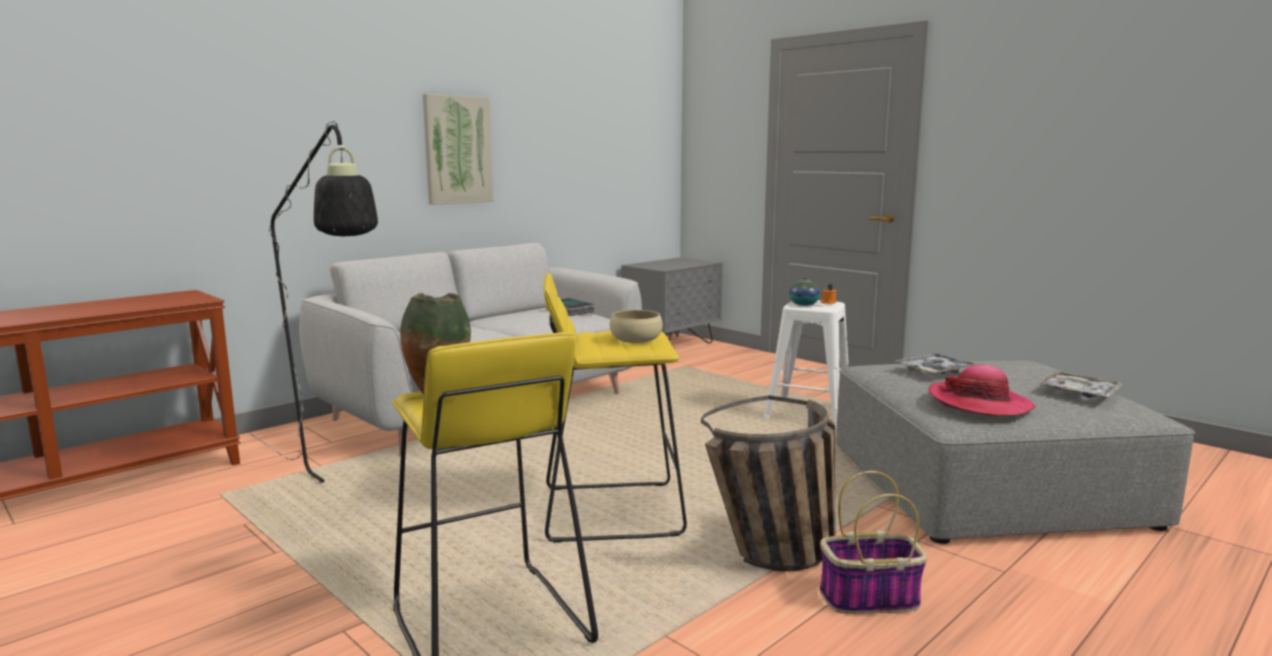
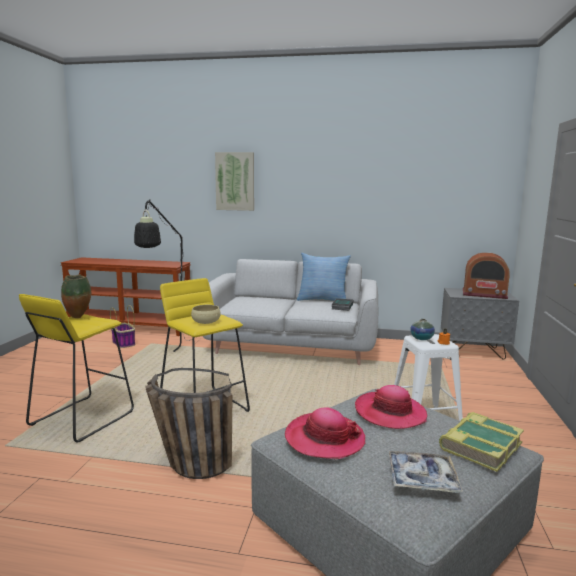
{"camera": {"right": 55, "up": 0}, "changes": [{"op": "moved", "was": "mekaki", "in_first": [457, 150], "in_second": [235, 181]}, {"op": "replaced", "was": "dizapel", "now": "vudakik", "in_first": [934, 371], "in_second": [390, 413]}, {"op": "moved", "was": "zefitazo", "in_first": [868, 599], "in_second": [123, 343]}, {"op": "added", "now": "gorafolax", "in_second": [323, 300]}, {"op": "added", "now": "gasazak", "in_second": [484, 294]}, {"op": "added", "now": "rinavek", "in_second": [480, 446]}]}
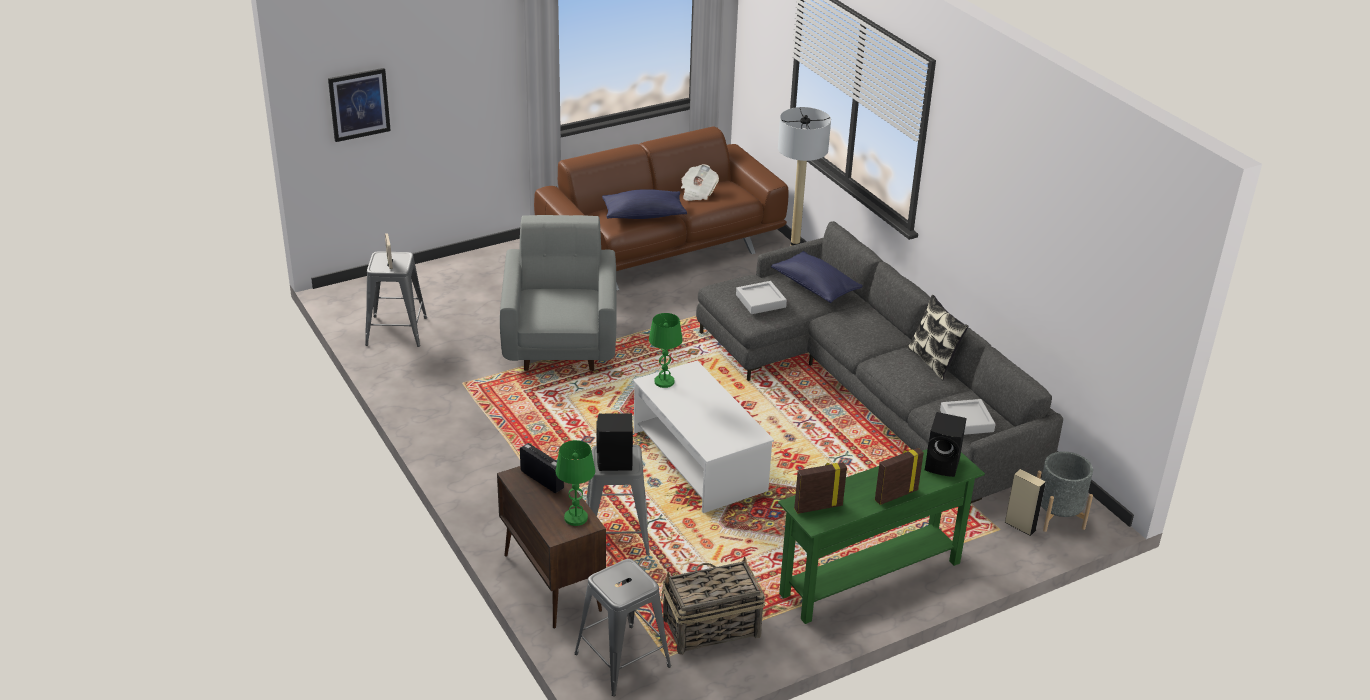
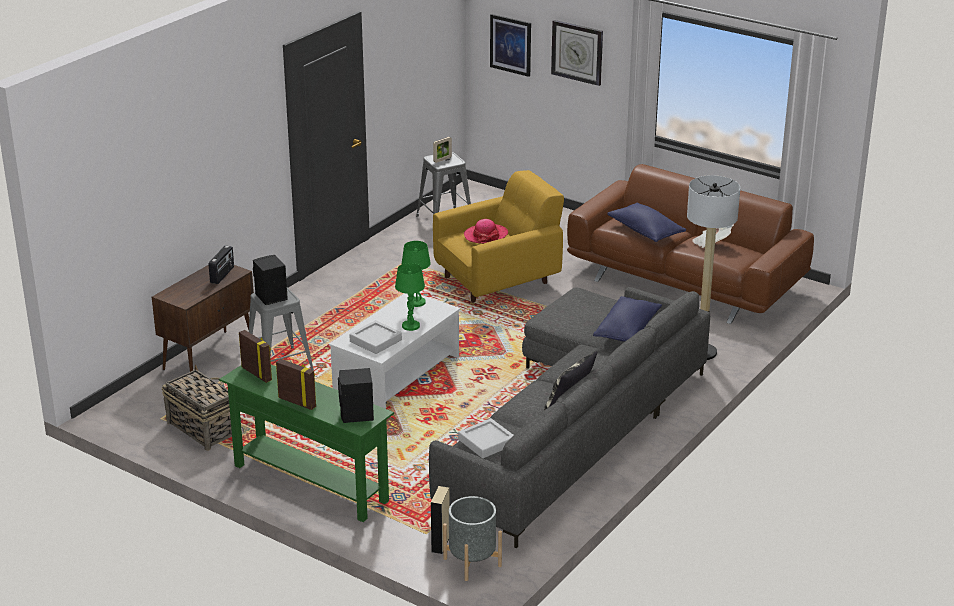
{"camera": {"right": 65, "up": -5}, "changes": [{"op": "recoloured", "was": "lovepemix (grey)", "now": "lovepemix (yellow)", "in_first": [561, 340], "in_second": [499, 279]}, {"op": "moved", "was": "dizapel (grey)", "in_first": [760, 301], "in_second": [375, 341]}, {"op": "moved", "was": "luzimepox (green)", "in_first": [575, 518], "in_second": [410, 326]}, {"op": "removed", "was": "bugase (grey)", "in_first": [622, 660]}, {"op": "added", "now": "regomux", "in_second": [577, 52]}, {"op": "added", "now": "vudakik", "in_second": [486, 235]}]}
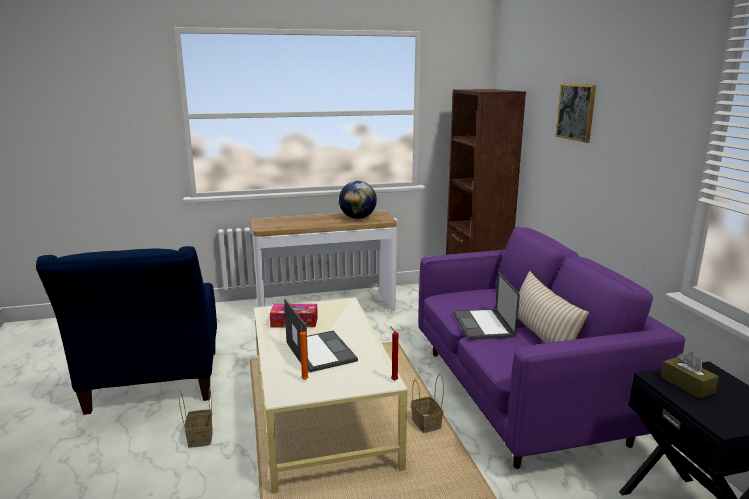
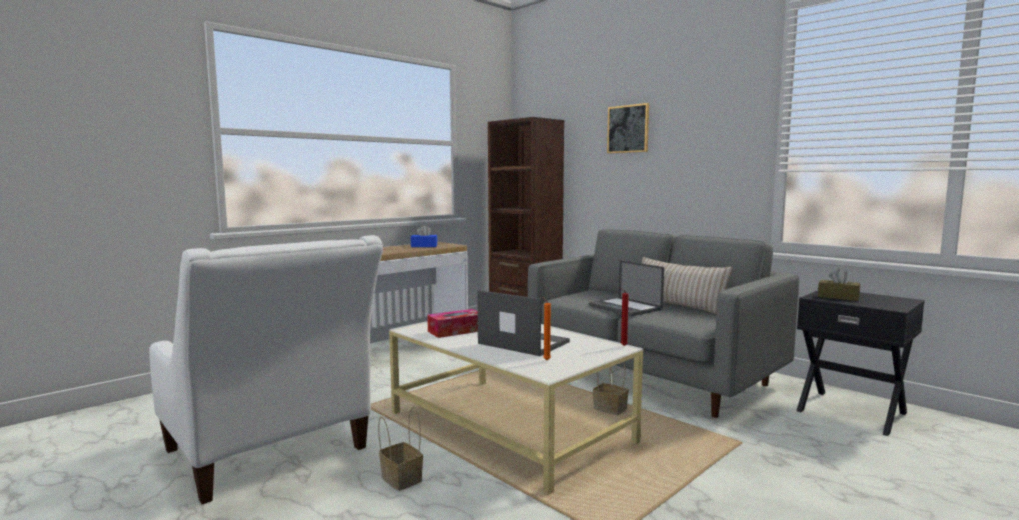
{"camera": {"right": -30, "up": -10}, "changes": [{"op": "replaced", "was": "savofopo", "now": "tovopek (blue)", "in_first": [357, 218], "in_second": [424, 246]}, {"op": "recoloured", "was": "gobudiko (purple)", "now": "gobudiko (grey)", "in_first": [518, 394], "in_second": [651, 374]}, {"op": "recoloured", "was": "lovepemix (blue)", "now": "lovepemix (white)", "in_first": [153, 386], "in_second": [271, 454]}]}
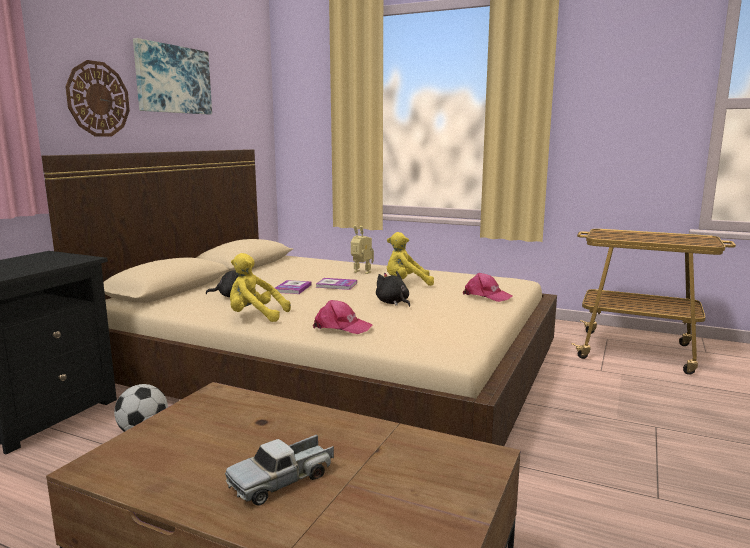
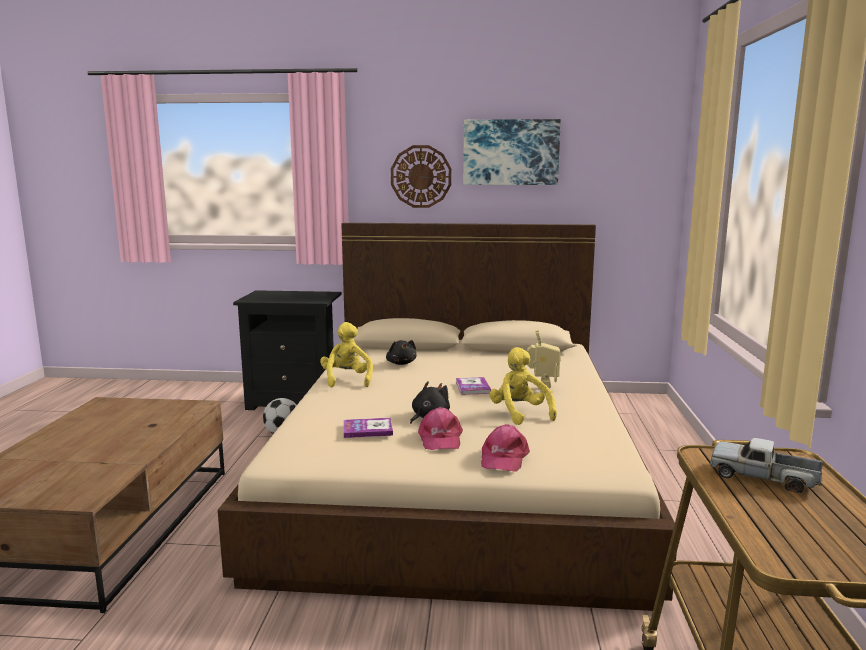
{"camera": {"right": 70, "up": 0}, "changes": [{"op": "moved", "was": "rinavek", "in_first": [292, 288], "in_second": [367, 429]}, {"op": "moved", "was": "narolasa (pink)", "in_first": [341, 327], "in_second": [440, 438]}, {"op": "moved", "was": "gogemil", "in_first": [282, 480], "in_second": [763, 477]}]}
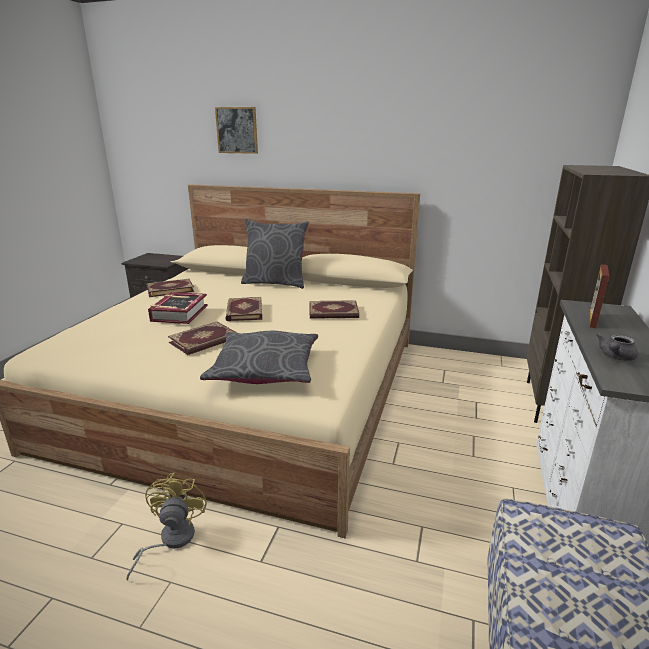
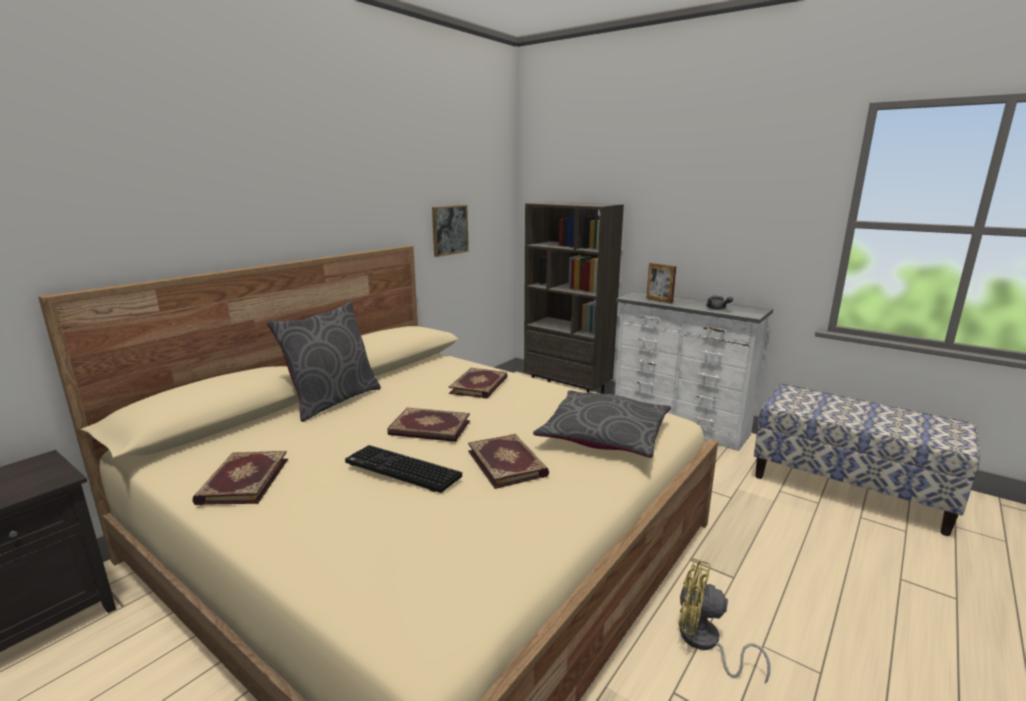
{"camera": {"right": -70, "up": -5}, "changes": [{"op": "moved", "was": "mekaki", "in_first": [237, 130], "in_second": [449, 230]}, {"op": "replaced", "was": "rinavek", "now": "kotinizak", "in_first": [179, 313], "in_second": [400, 470]}]}
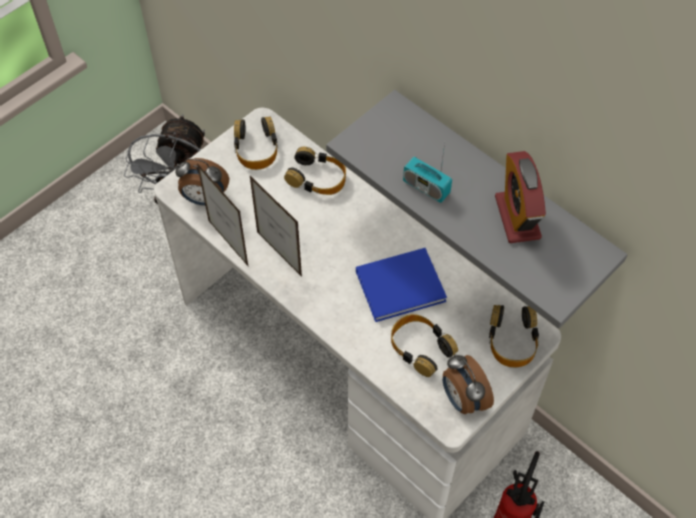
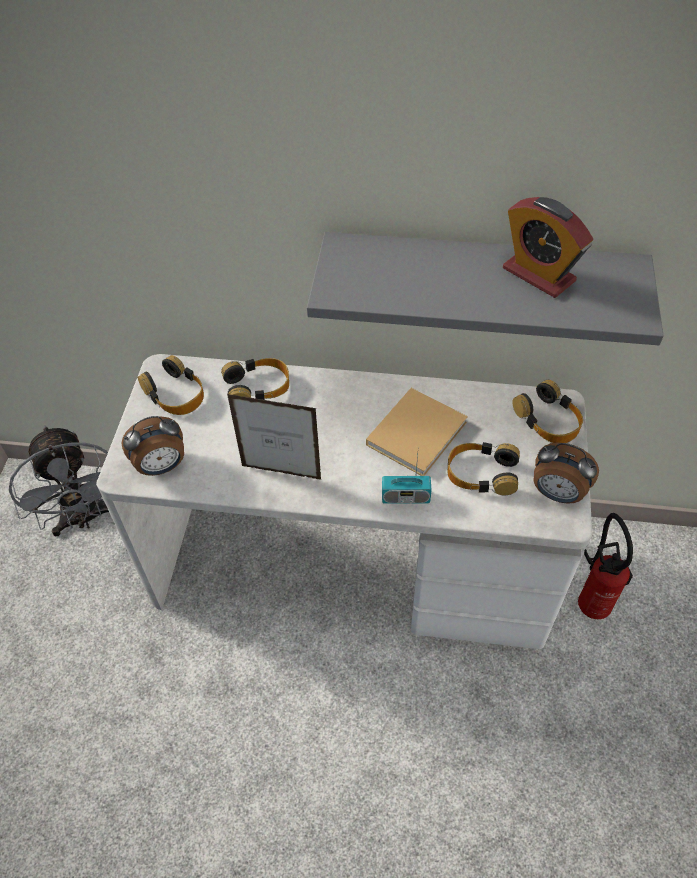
{"camera": {"right": -35, "up": -5}, "changes": [{"op": "moved", "was": "gasazak", "in_first": [426, 187], "in_second": [405, 497]}, {"op": "removed", "was": "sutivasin", "in_first": [228, 243]}, {"op": "recoloured", "was": "rinavek (blue)", "now": "rinavek (beige)", "in_first": [403, 285], "in_second": [418, 431]}]}
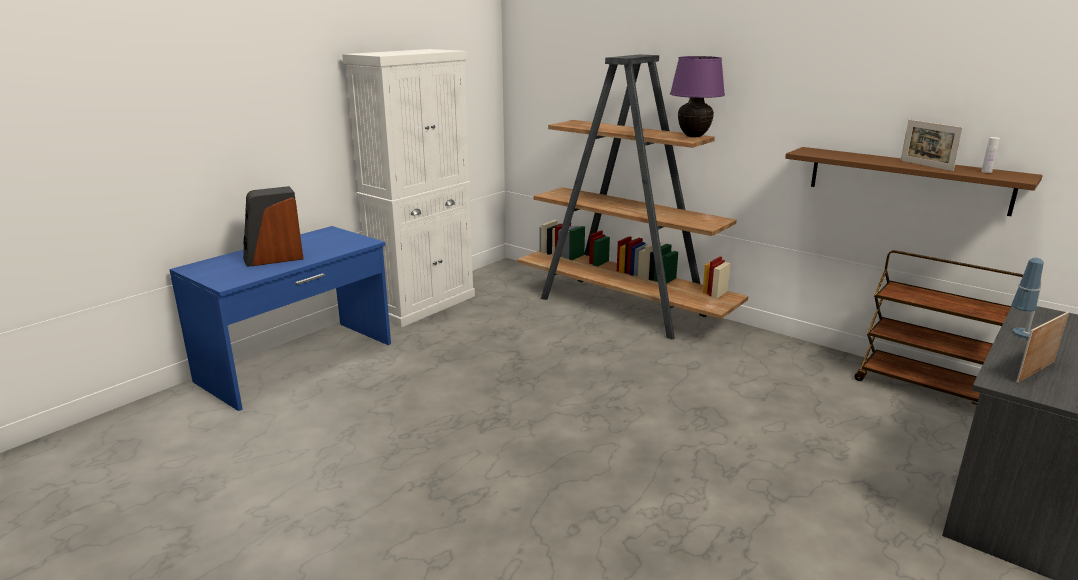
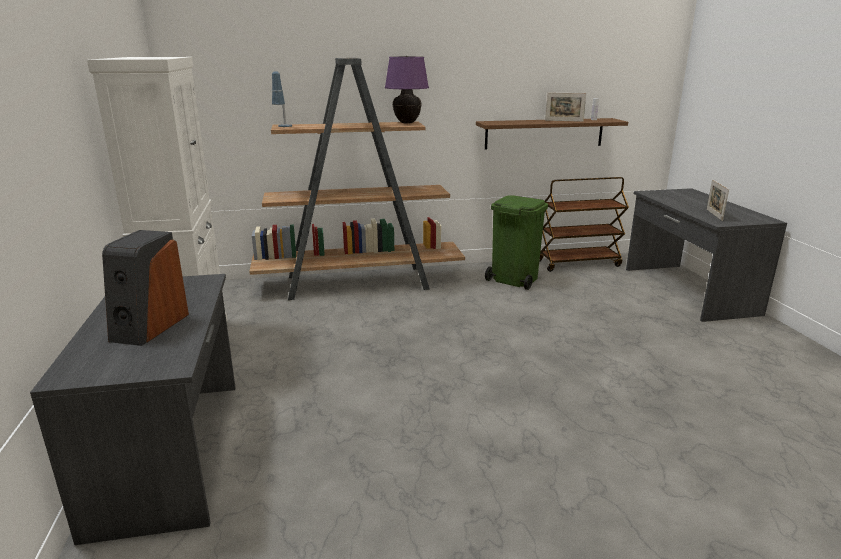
{"camera": {"right": -50, "up": 0}, "changes": [{"op": "recoloured", "was": "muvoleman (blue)", "now": "muvoleman (grey)", "in_first": [298, 362], "in_second": [172, 451]}, {"op": "moved", "was": "luzimepox", "in_first": [1020, 339], "in_second": [283, 127]}, {"op": "added", "now": "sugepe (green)", "in_second": [513, 279]}]}
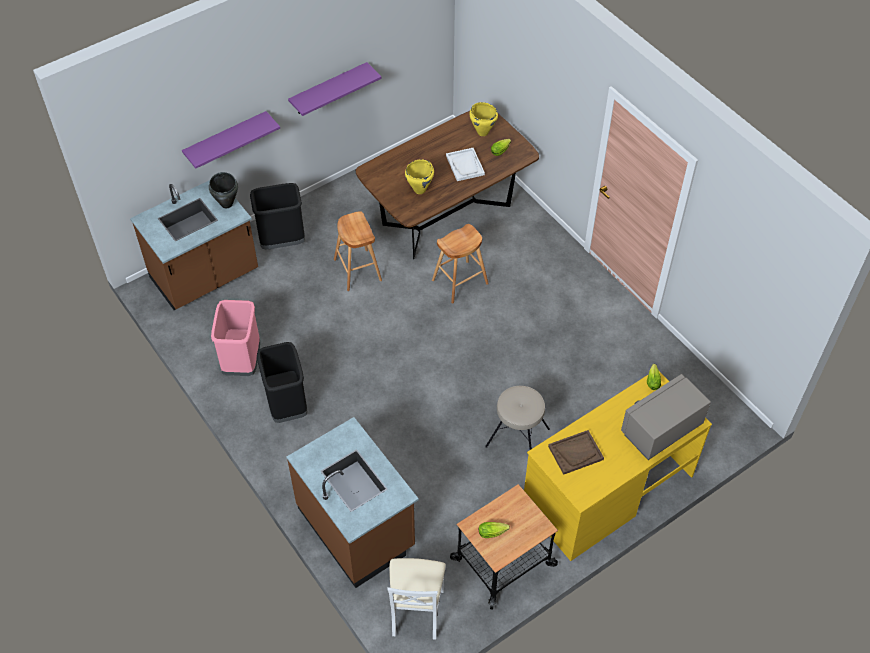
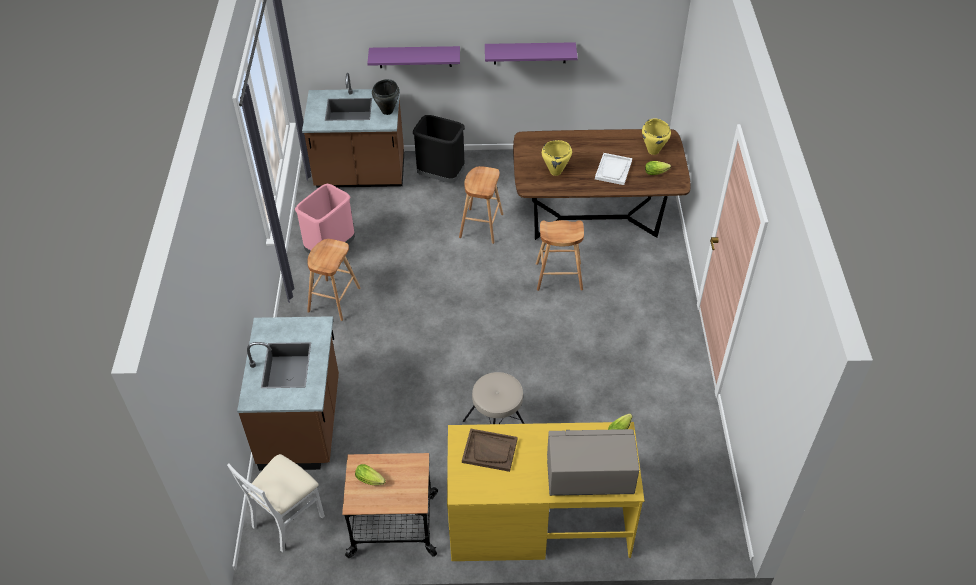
{"camera": {"right": 35, "up": -5}, "changes": [{"op": "replaced", "was": "sugepe (black)", "now": "bugase (brown)", "in_first": [286, 406], "in_second": [334, 300]}]}
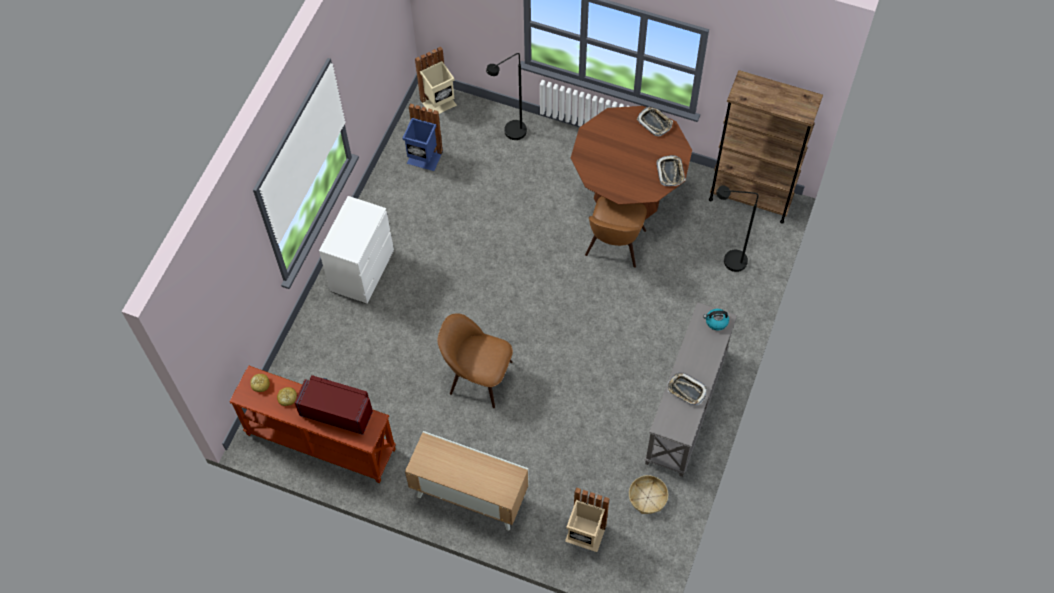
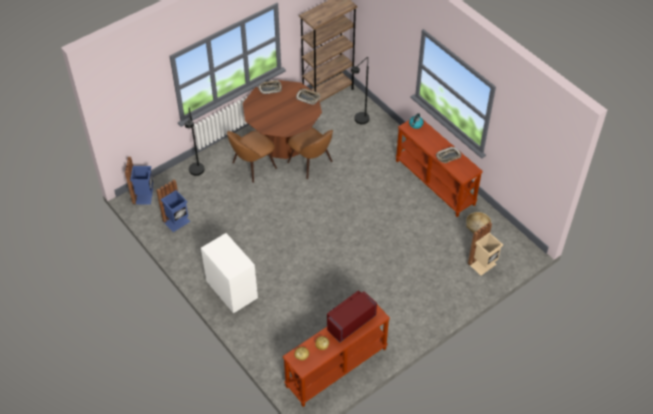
{"camera": {"right": -60, "up": -10}, "changes": [{"op": "recoloured", "was": "sugepe (beige)", "now": "sugepe (blue)", "in_first": [439, 103], "in_second": [144, 196]}, {"op": "recoloured", "was": "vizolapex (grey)", "now": "vizolapex (brown)", "in_first": [687, 407], "in_second": [435, 182]}, {"op": "moved", "was": "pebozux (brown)", "in_first": [478, 376], "in_second": [252, 166]}, {"op": "removed", "was": "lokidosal", "in_first": [469, 497]}]}
